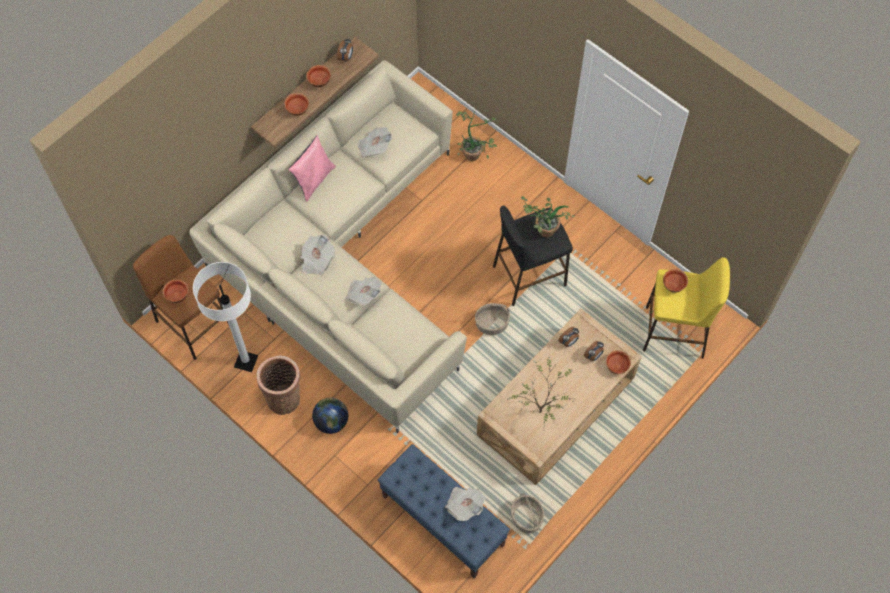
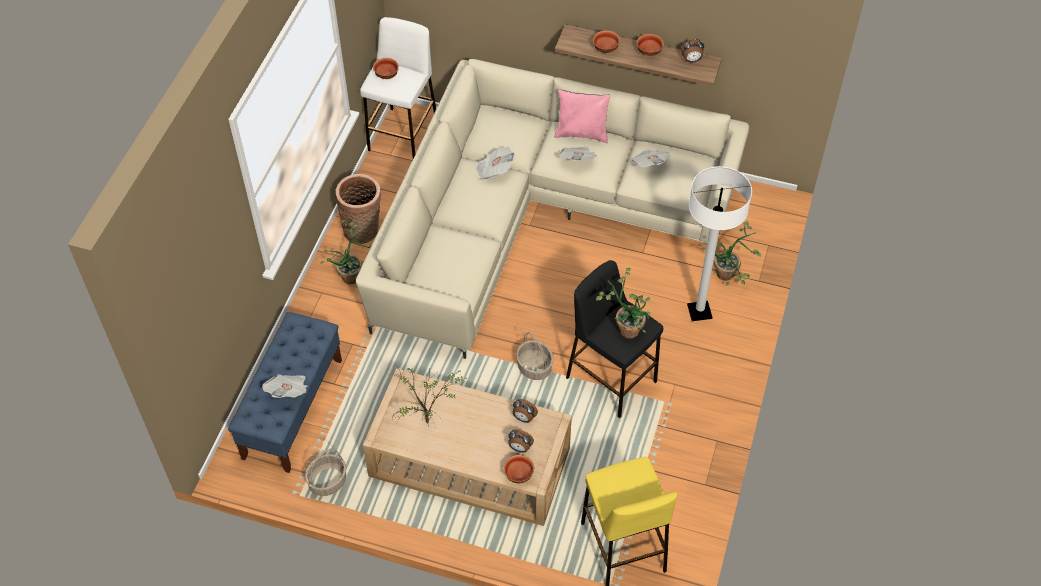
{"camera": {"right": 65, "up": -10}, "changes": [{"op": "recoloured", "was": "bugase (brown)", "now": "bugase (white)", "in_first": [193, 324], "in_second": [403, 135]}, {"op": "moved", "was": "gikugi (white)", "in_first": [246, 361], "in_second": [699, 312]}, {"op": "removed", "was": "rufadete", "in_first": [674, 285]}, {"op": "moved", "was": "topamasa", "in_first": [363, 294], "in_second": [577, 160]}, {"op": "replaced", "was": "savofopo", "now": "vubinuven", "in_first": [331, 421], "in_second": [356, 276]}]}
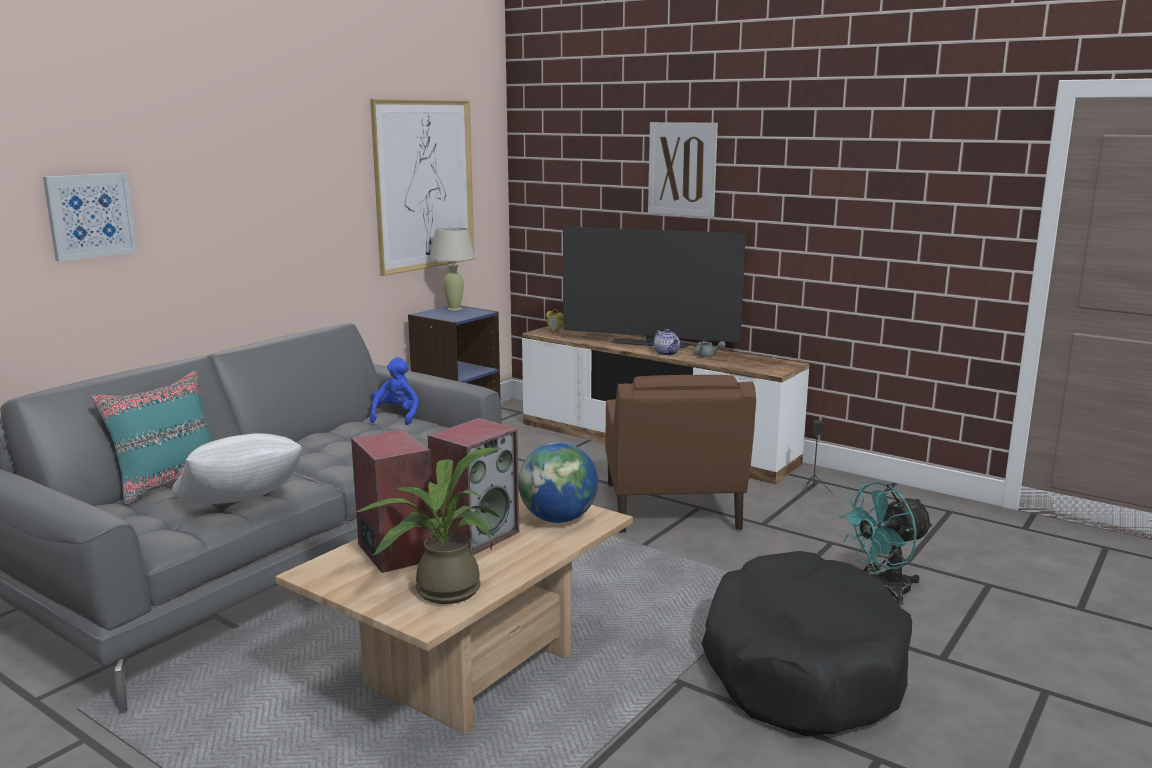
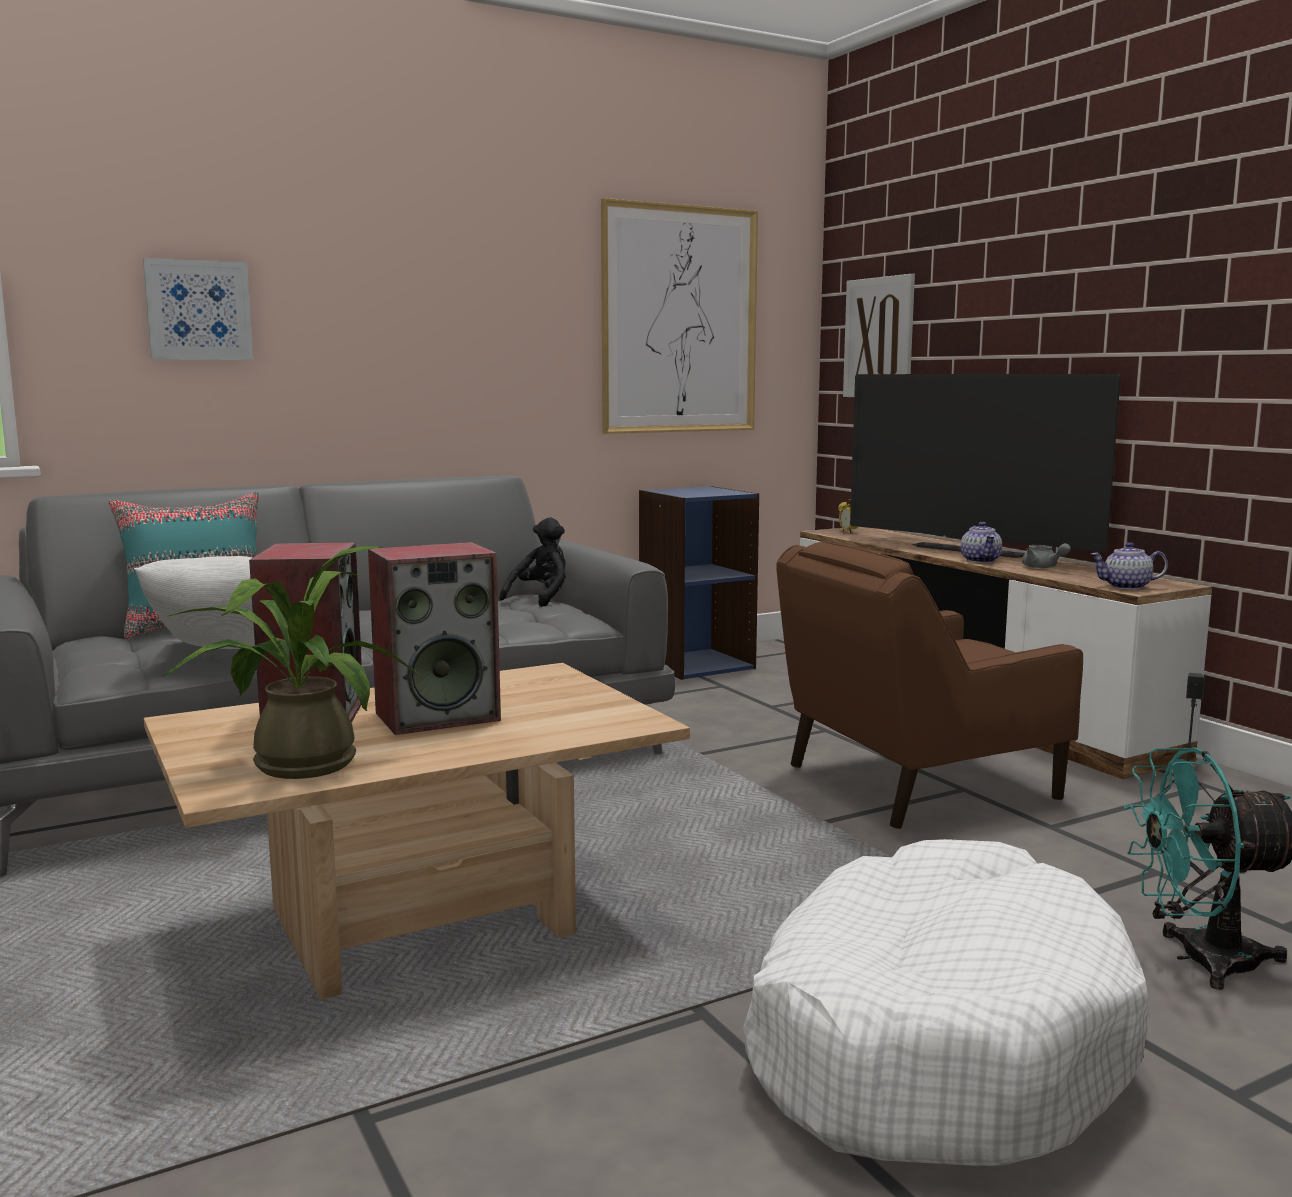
{"camera": {"right": 25, "up": -5}, "changes": [{"op": "moved", "was": "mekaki", "in_first": [682, 169], "in_second": [879, 338]}, {"op": "removed", "was": "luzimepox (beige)", "in_first": [454, 309]}, {"op": "recoloured", "was": "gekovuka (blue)", "now": "gekovuka (black)", "in_first": [396, 417], "in_second": [541, 599]}, {"op": "turned", "was": "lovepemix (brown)", "in_first": [671, 508], "in_second": [916, 783], "clockwise": 45}, {"op": "removed", "was": "savofopo", "in_first": [558, 519]}, {"op": "recoloured", "was": "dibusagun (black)", "now": "dibusagun (white)", "in_first": [802, 666], "in_second": [934, 1041]}, {"op": "added", "now": "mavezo", "in_second": [1126, 587]}]}
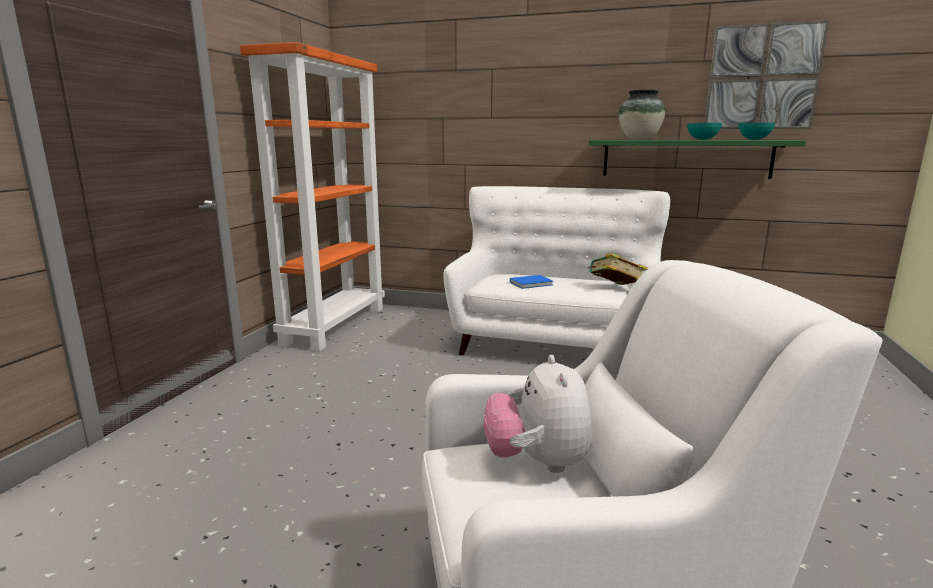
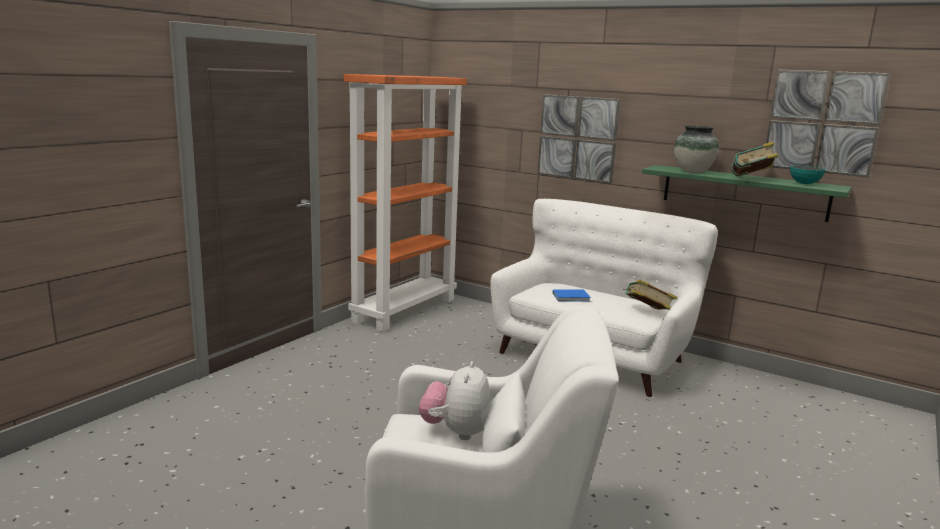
{"camera": {"right": 15, "up": 0}, "changes": [{"op": "replaced", "was": "rufadete", "now": "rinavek", "in_first": [702, 139], "in_second": [751, 179]}, {"op": "added", "now": "mekaki", "in_second": [578, 138]}]}
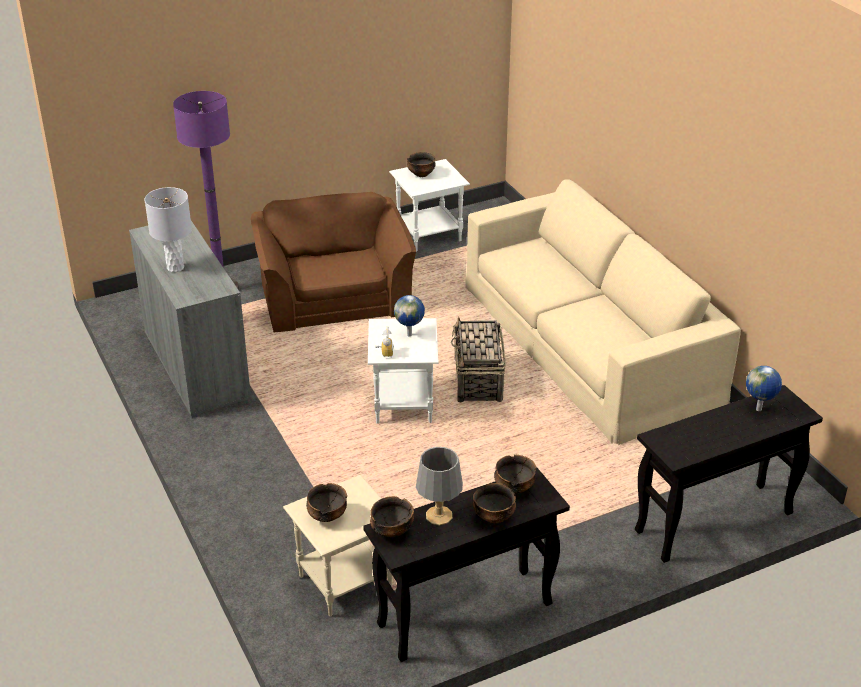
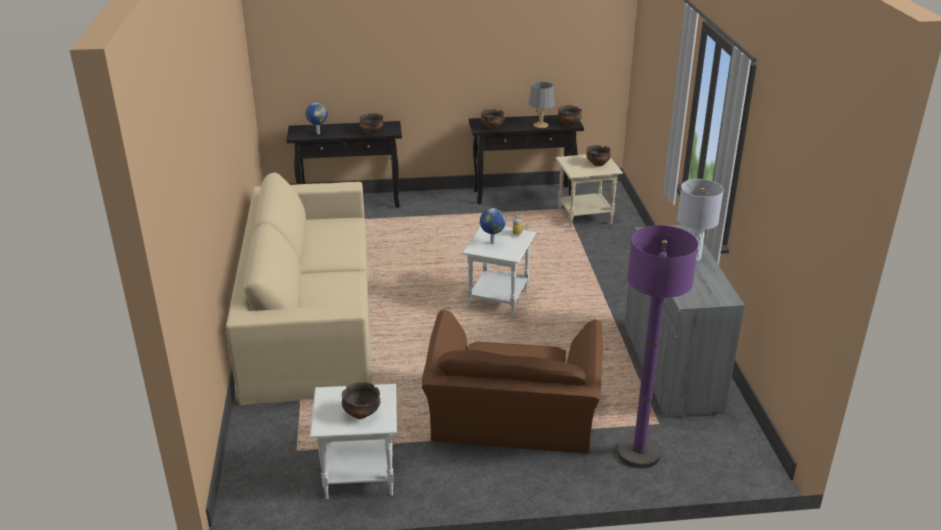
{"camera": {"right": -160, "up": -5}, "changes": [{"op": "removed", "was": "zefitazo", "in_first": [478, 381]}, {"op": "moved", "was": "rufadete", "in_first": [494, 517], "in_second": [371, 132]}]}
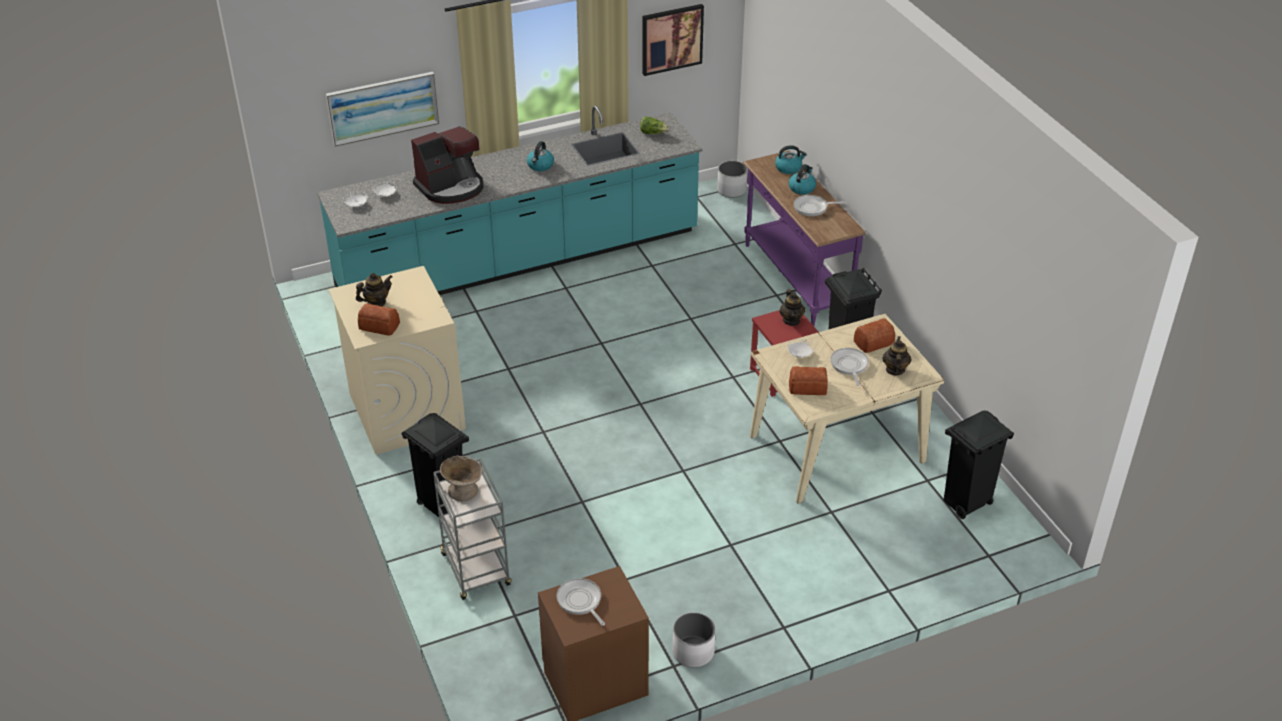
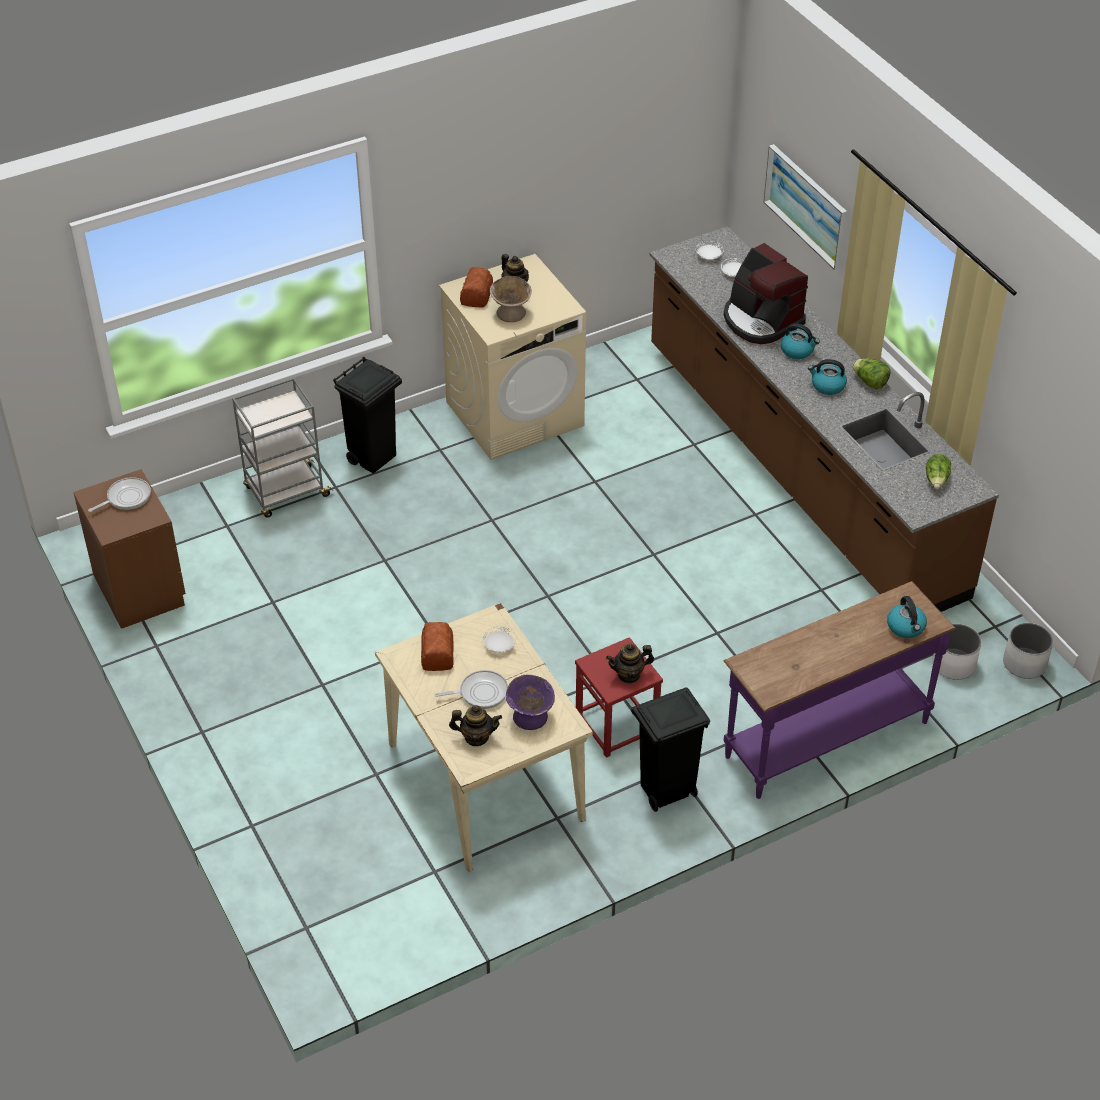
{"camera": {"right": 85, "up": 5}, "changes": [{"op": "removed", "was": "mekaki", "in_first": [671, 39]}, {"op": "recoloured", "was": "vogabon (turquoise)", "now": "vogabon (brown)", "in_first": [519, 261], "in_second": [799, 469]}, {"op": "moved", "was": "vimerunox", "in_first": [802, 188], "in_second": [797, 350]}, {"op": "removed", "was": "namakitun", "in_first": [812, 208]}, {"op": "replaced", "was": "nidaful", "now": "rufadete (purple)", "in_first": [872, 342], "in_second": [530, 716]}, {"op": "removed", "was": "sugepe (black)", "in_first": [965, 504]}, {"op": "moved", "was": "rufadete (beige)", "in_first": [463, 491], "in_second": [511, 313]}, {"op": "moved", "was": "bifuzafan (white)", "in_first": [693, 652], "in_second": [953, 664]}, {"op": "added", "now": "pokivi", "in_second": [870, 382]}]}
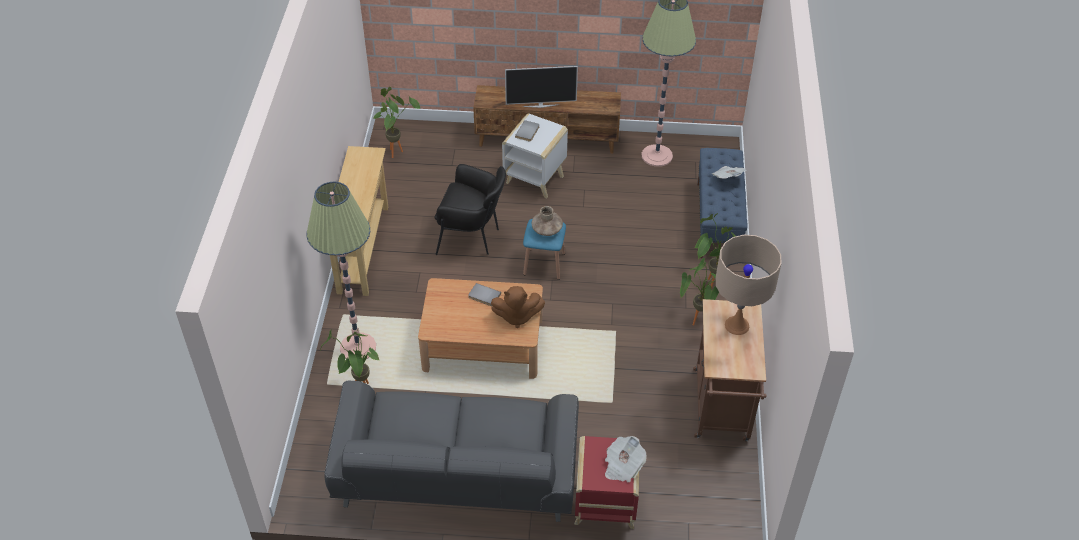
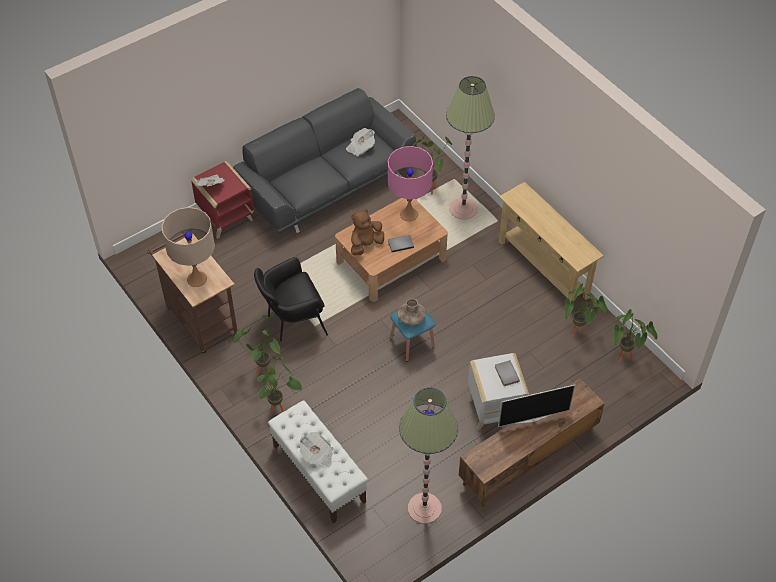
{"camera": {"right": 140, "up": 5}, "changes": [{"op": "turned", "was": "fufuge", "in_first": [540, 105], "in_second": [532, 419], "clockwise": -150}, {"op": "recoloured", "was": "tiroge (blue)", "now": "tiroge (white)", "in_first": [717, 221], "in_second": [318, 473]}, {"op": "moved", "was": "lovepemix (black)", "in_first": [472, 237], "in_second": [292, 322]}, {"op": "added", "now": "topamasa", "in_second": [360, 147]}, {"op": "added", "now": "luzimepox (pink)", "in_second": [409, 214]}, {"op": "added", "now": "vubinuven", "in_second": [577, 336]}]}
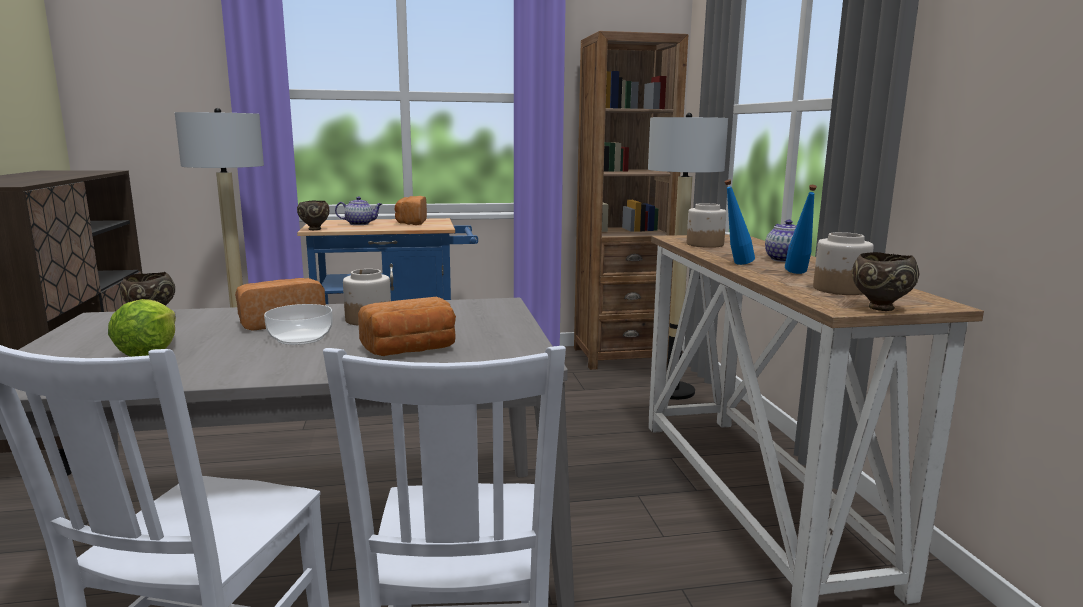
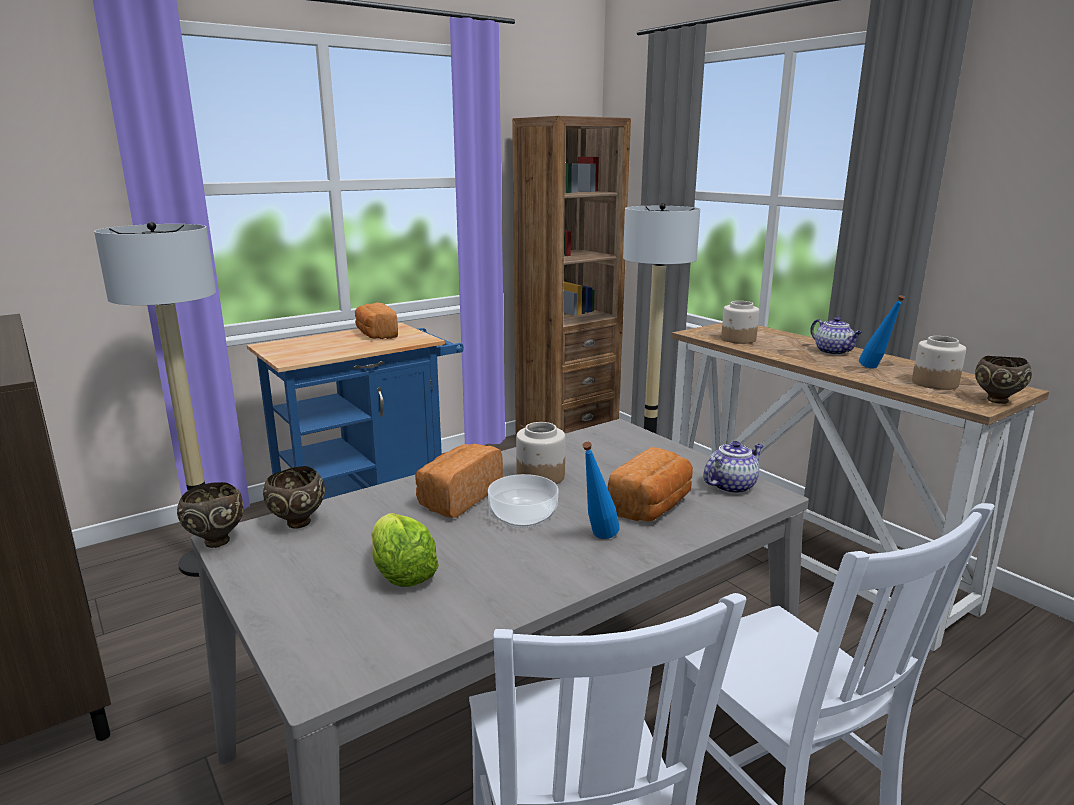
{"camera": {"right": -25, "up": 5}, "changes": [{"op": "moved", "was": "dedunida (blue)", "in_first": [735, 264], "in_second": [597, 539]}, {"op": "moved", "was": "mavezo", "in_first": [360, 224], "in_second": [731, 486]}, {"op": "moved", "was": "rufadete (brown)", "in_first": [314, 229], "in_second": [216, 541]}]}
